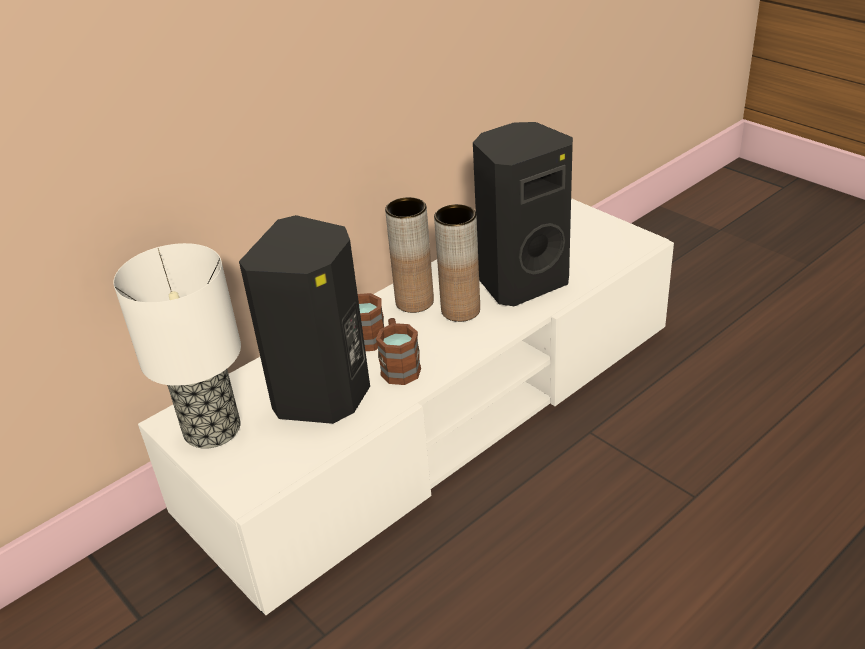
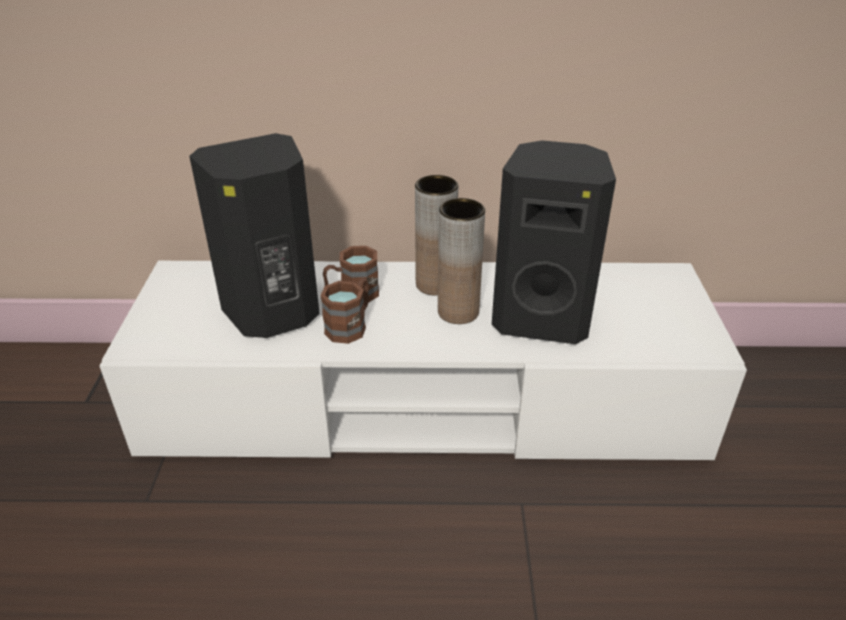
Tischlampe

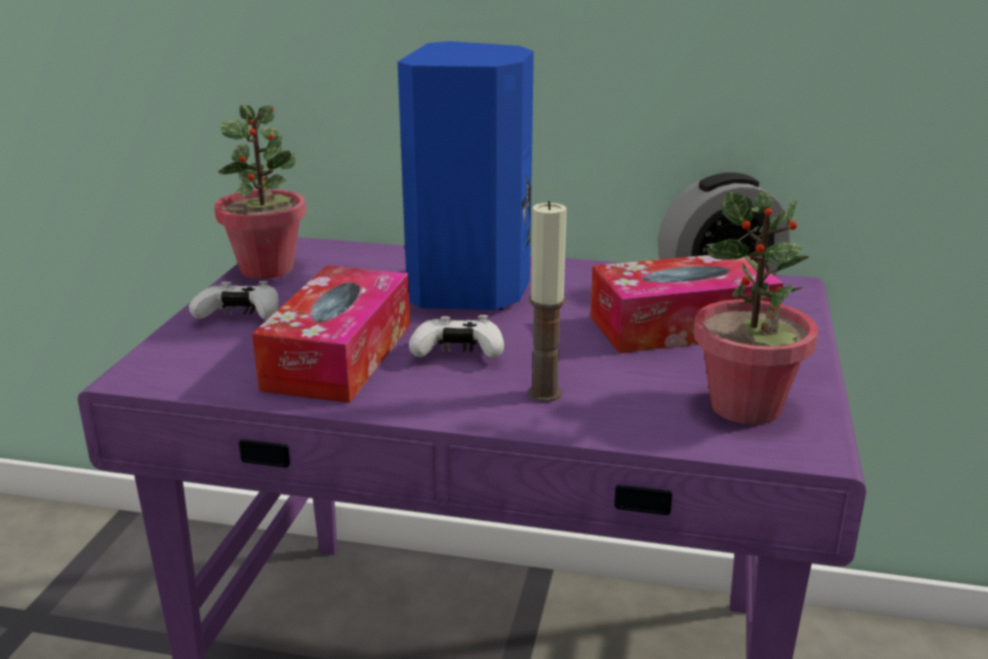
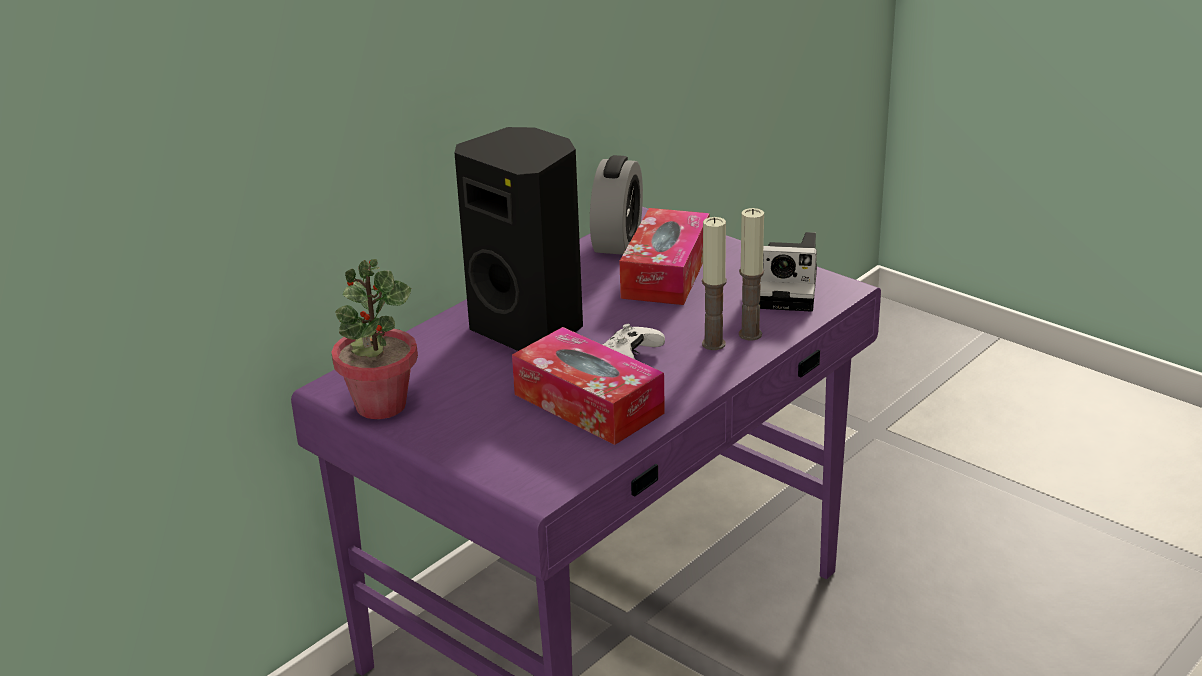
Lautsprecher [schwarz]
Kamera
Gamepad [weiß] (no. 1 from left in the first image)
Kerze (no. 2 from left)

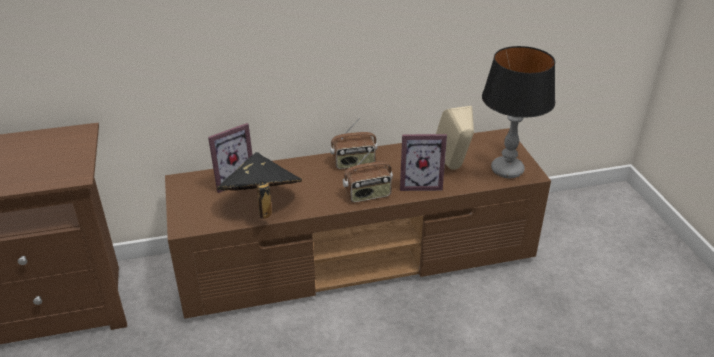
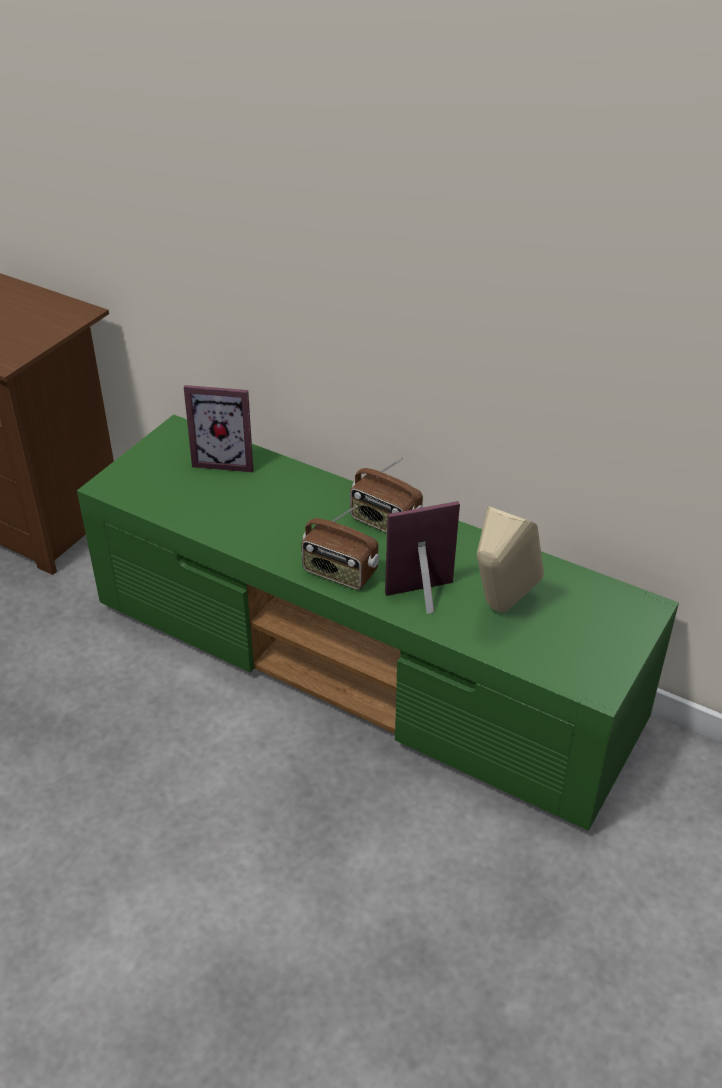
Tischlampe
Fernsehschrank [grün]
Bilderrahmen (no. 2 from left)
Hut [schwarz]

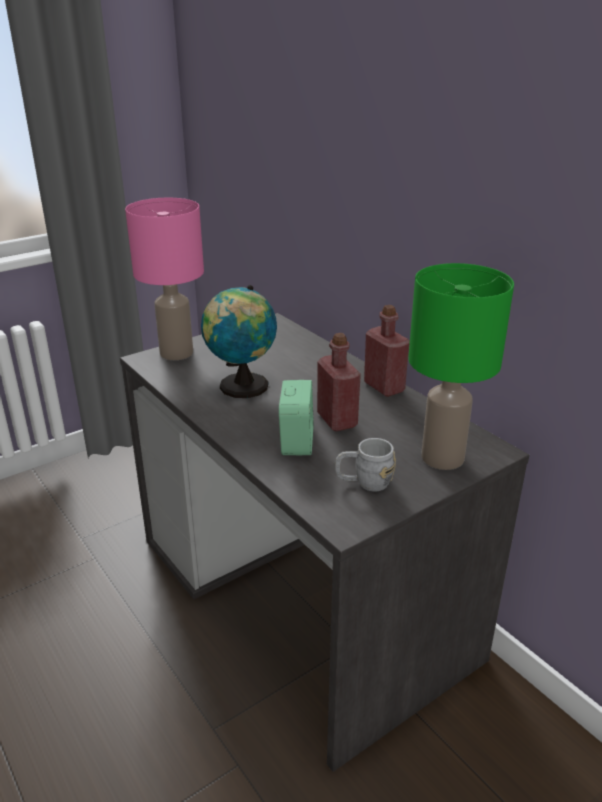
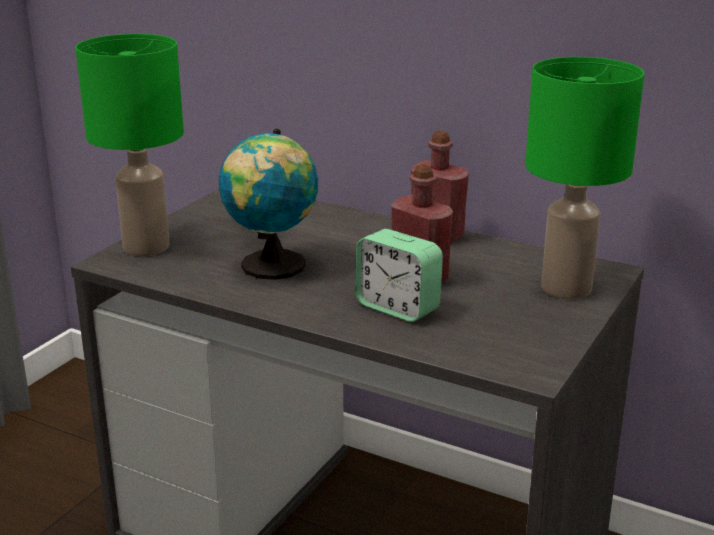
Tischlampe [grün] (no. 1 from left)
Wecker
Henkelbecher [grau]

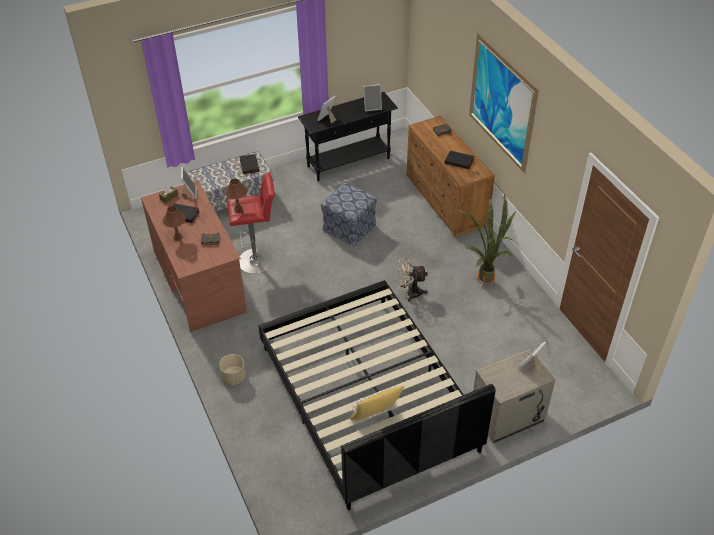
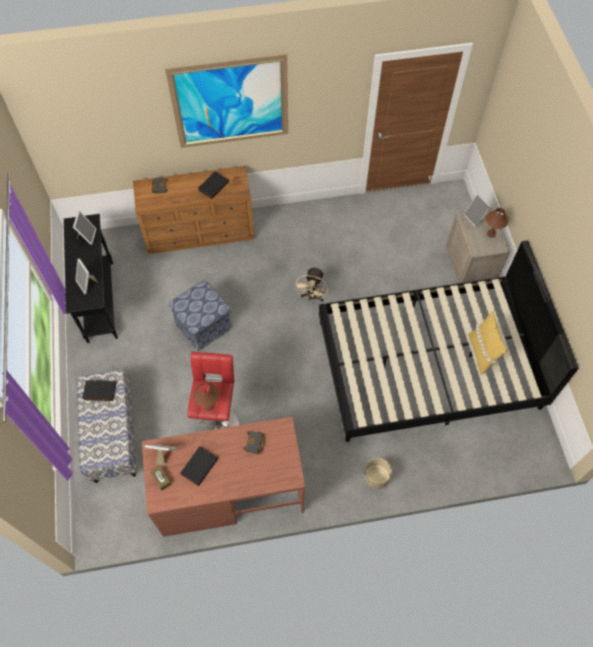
Topfpflanze
Tischlampe [braun] (no. 2 from left)

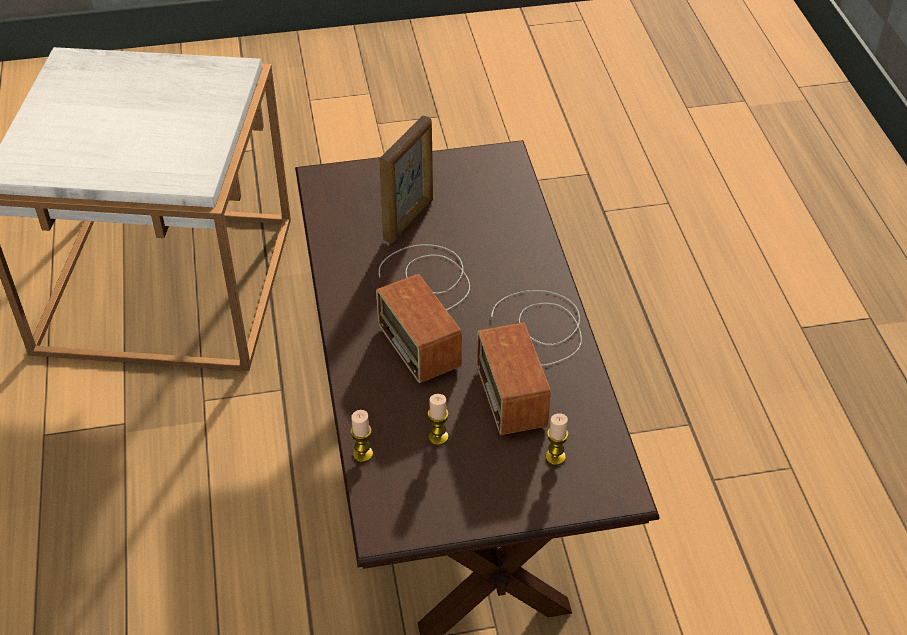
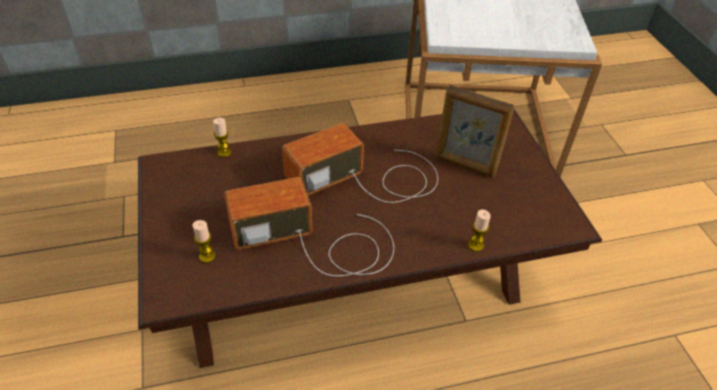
Kerze (no. 3 from left)

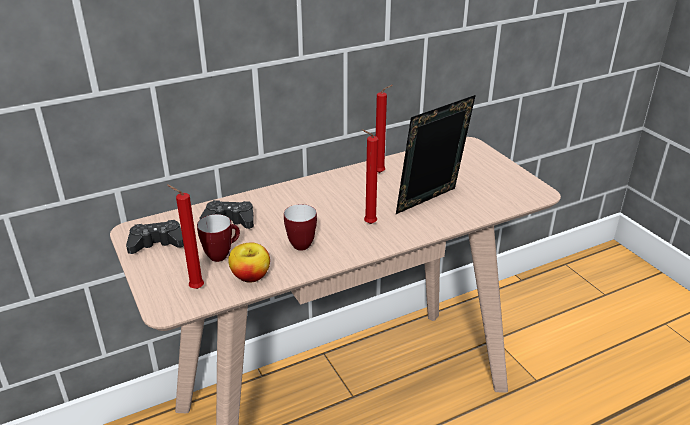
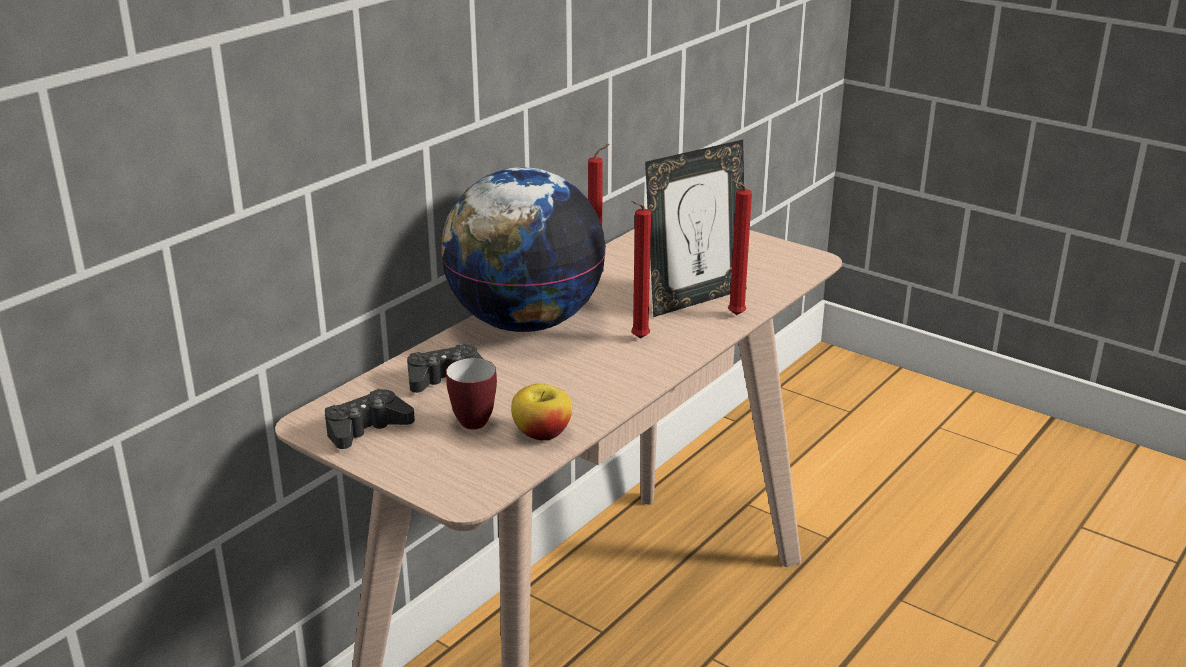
Bilderrahmen
Kerze [rot] (no. 3 from left)
Henkelbecher (no. 2 from left in the first image)
Globus

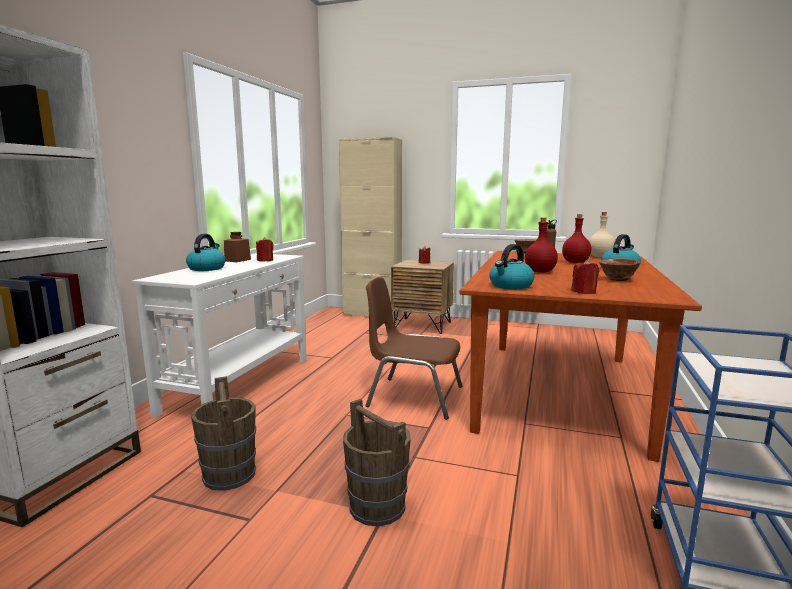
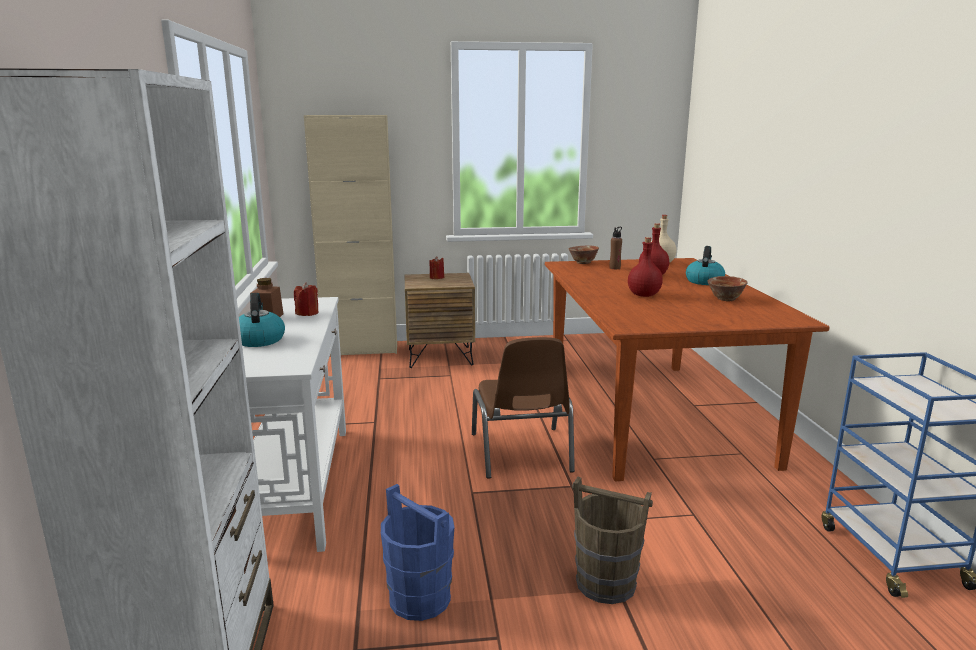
Wasserkessel (no. 2 from left in the first image)
Kerze [rot] (no. 3 from left in the first image)
Stuhl [braun]
Eimer [blau]

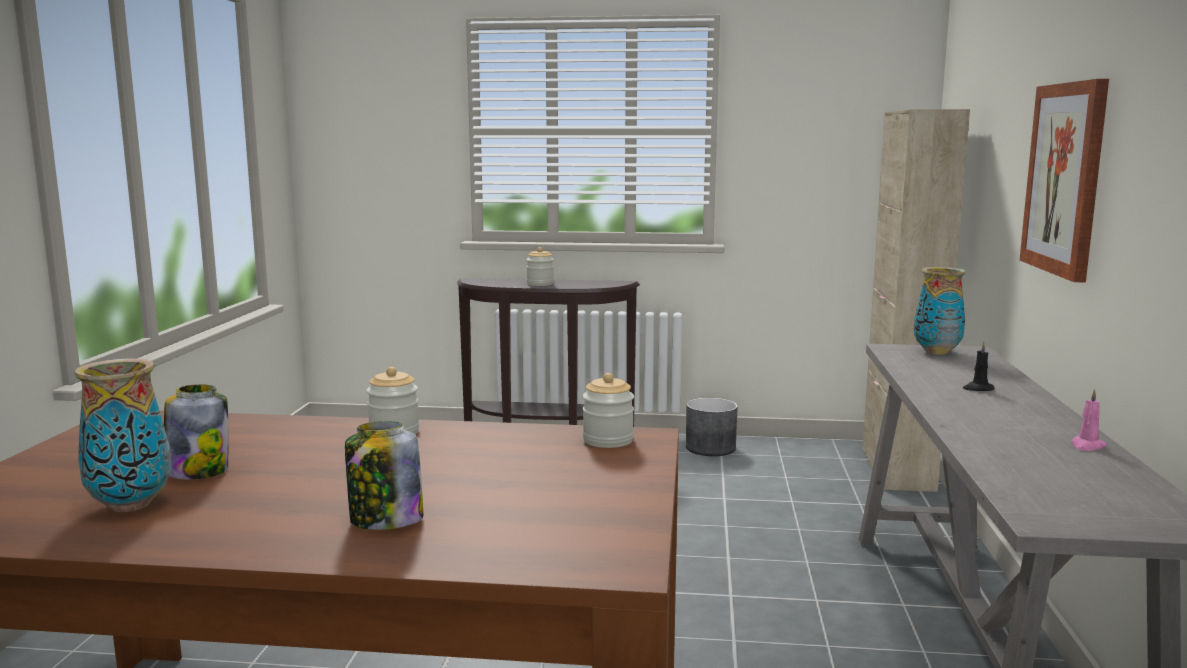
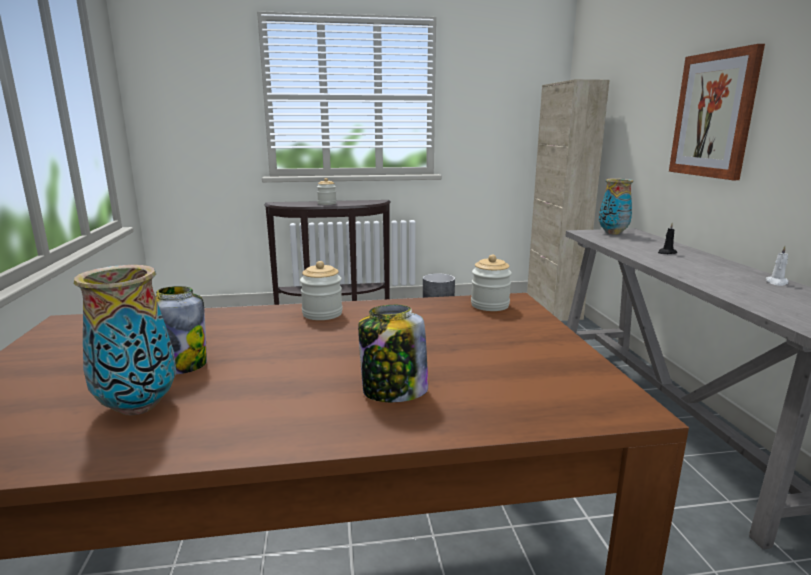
Kerze [weiß]

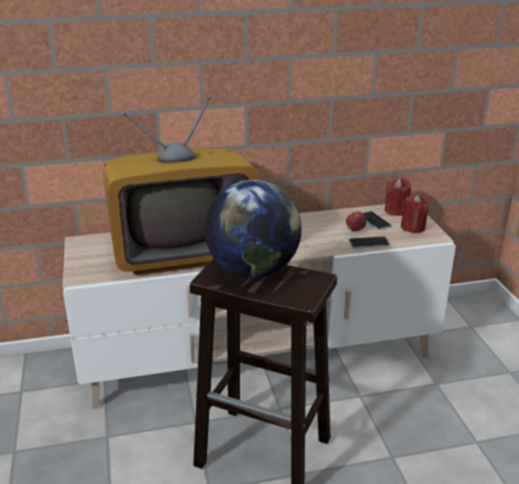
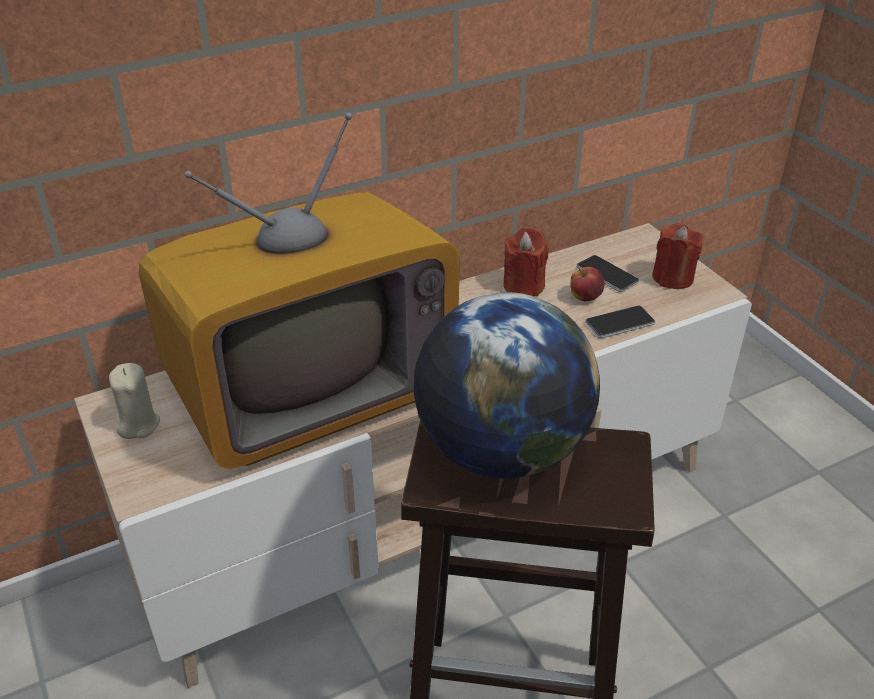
Kerze [rot] (no. 1 from left)
Kerze [beige]

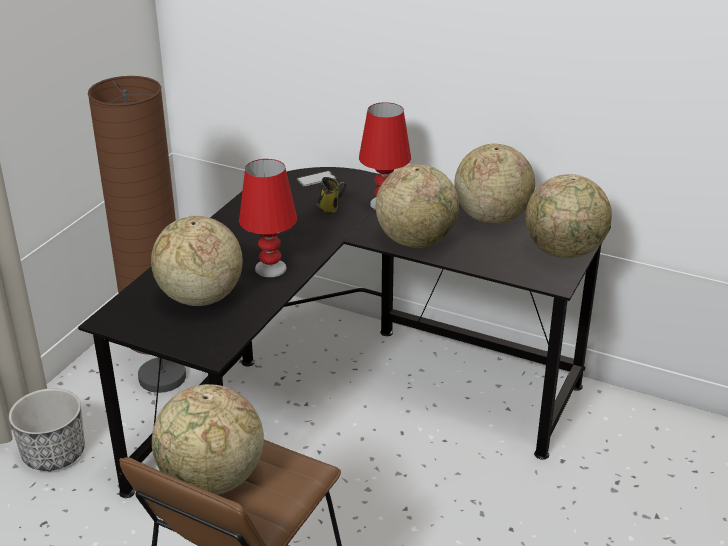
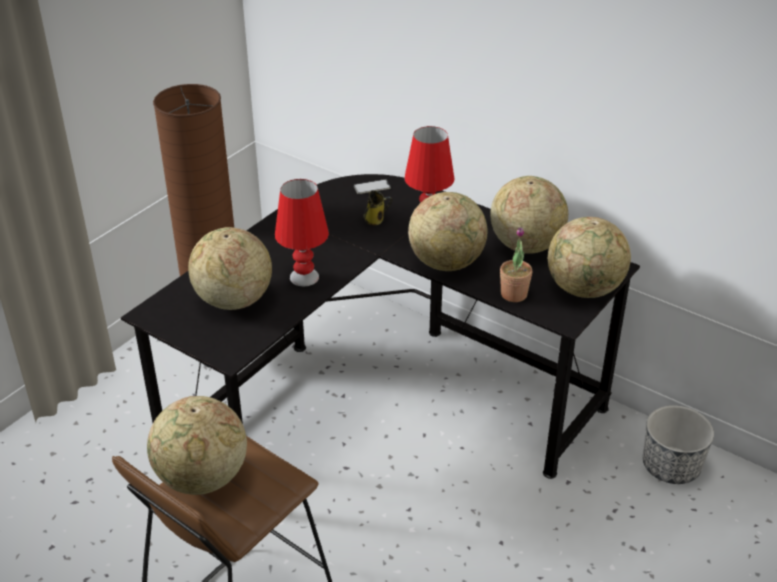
Pflanzkübel
Topfpflanze

